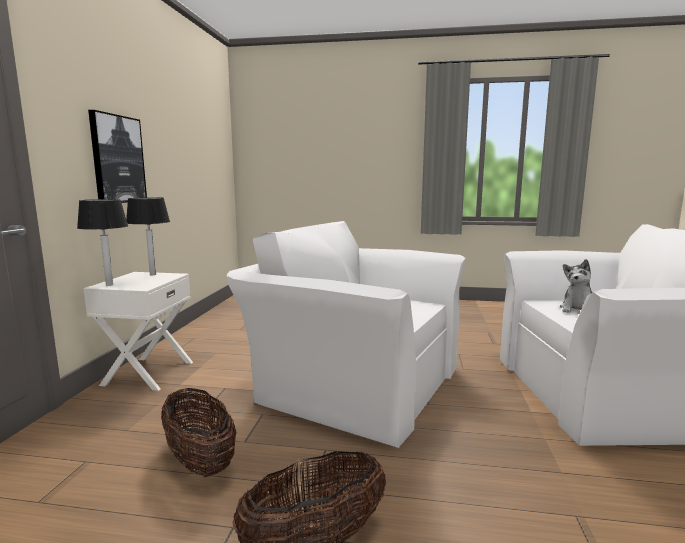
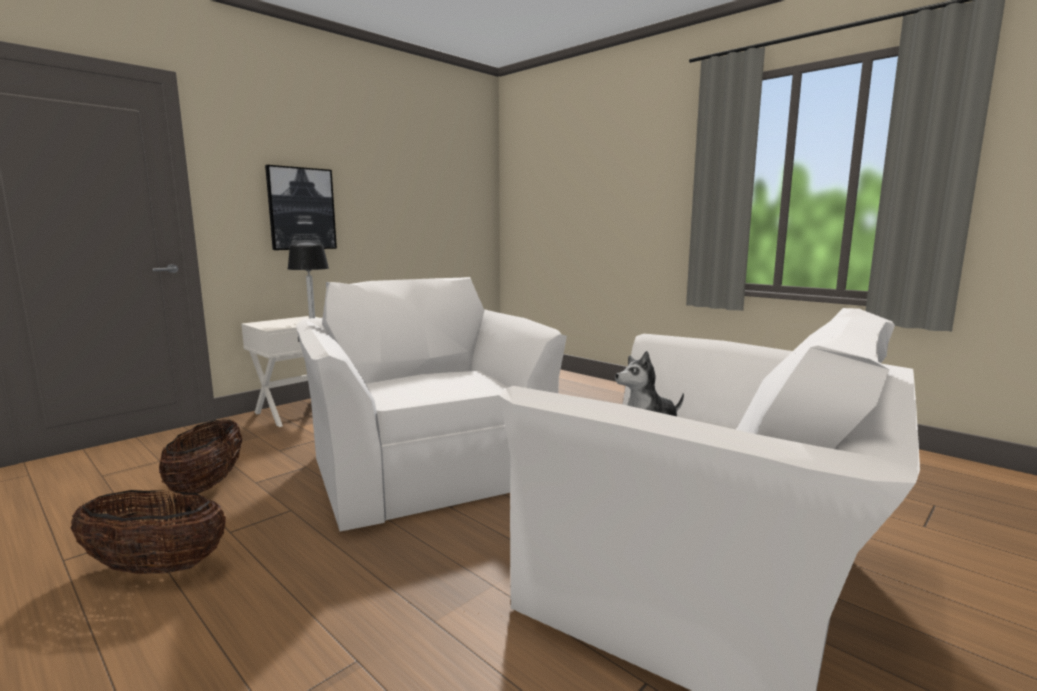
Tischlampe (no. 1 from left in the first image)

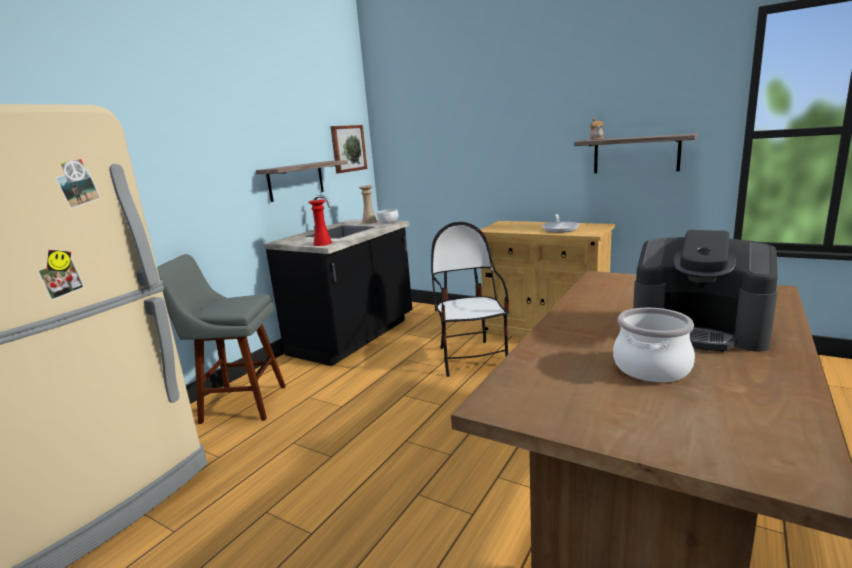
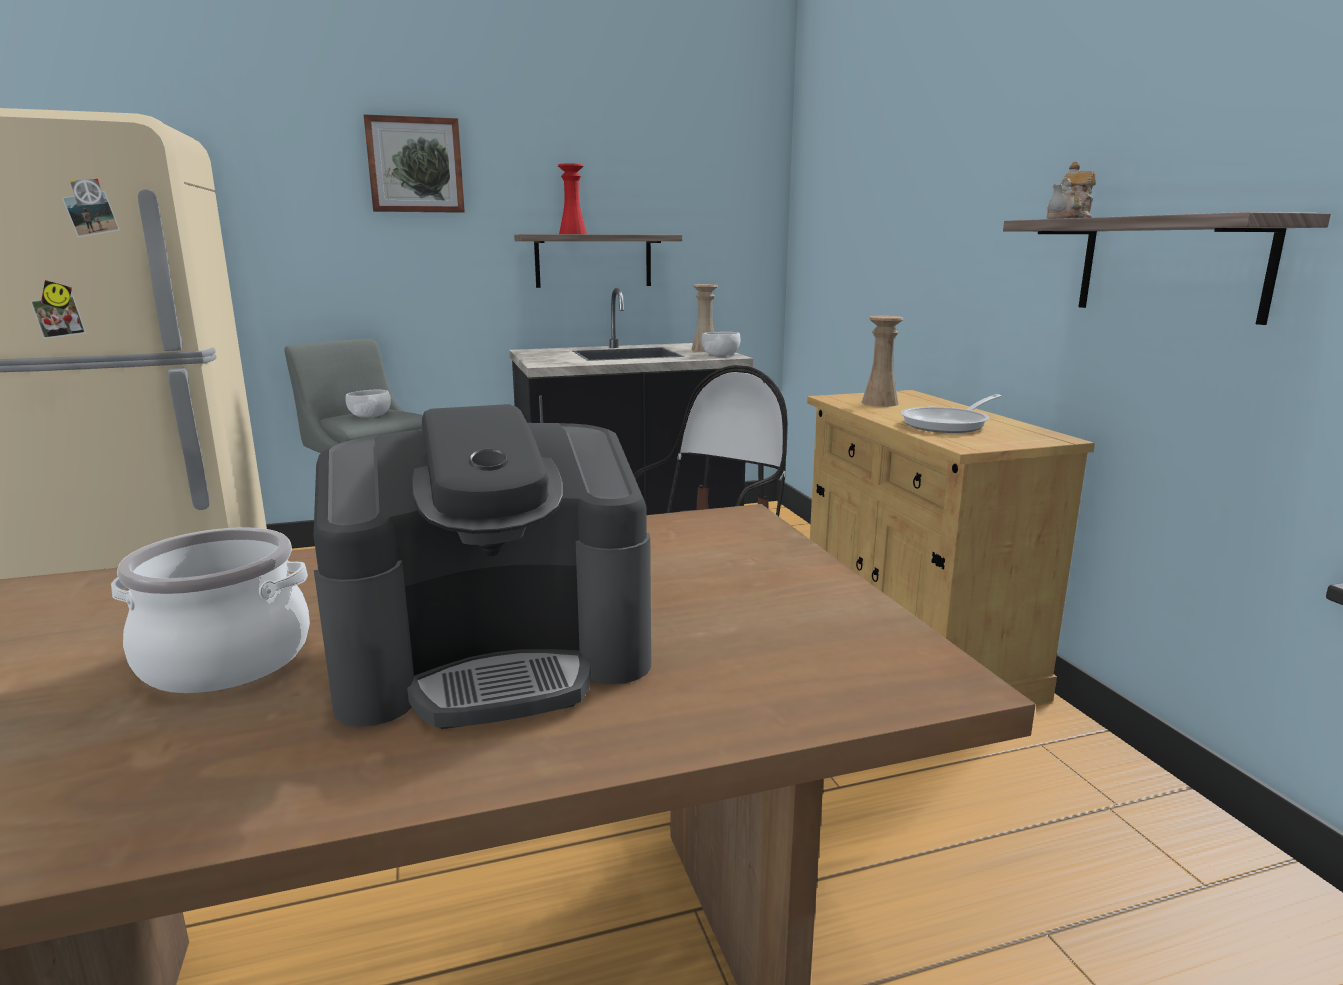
Bild
Vase [rot]
Kaffeemaschine
Vase [beige] (no. 2 from left)
Schüssel [weiß] (no. 1 from left)

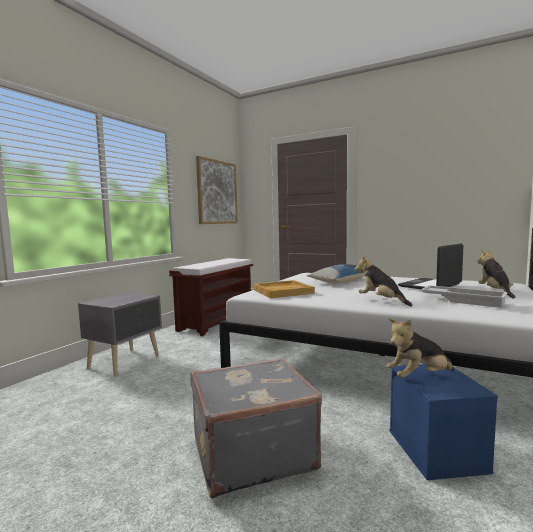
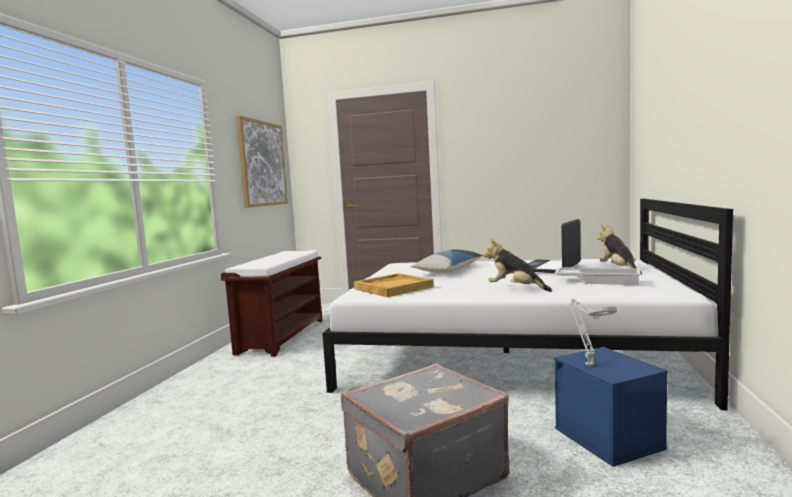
Nachttisch [grau]
Tischlampe [grau]

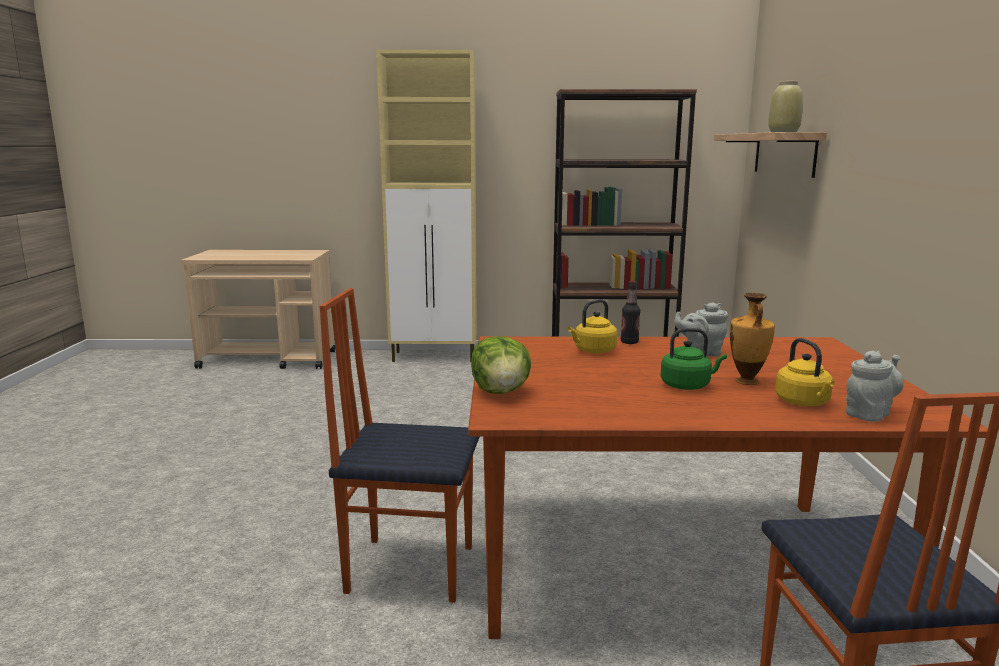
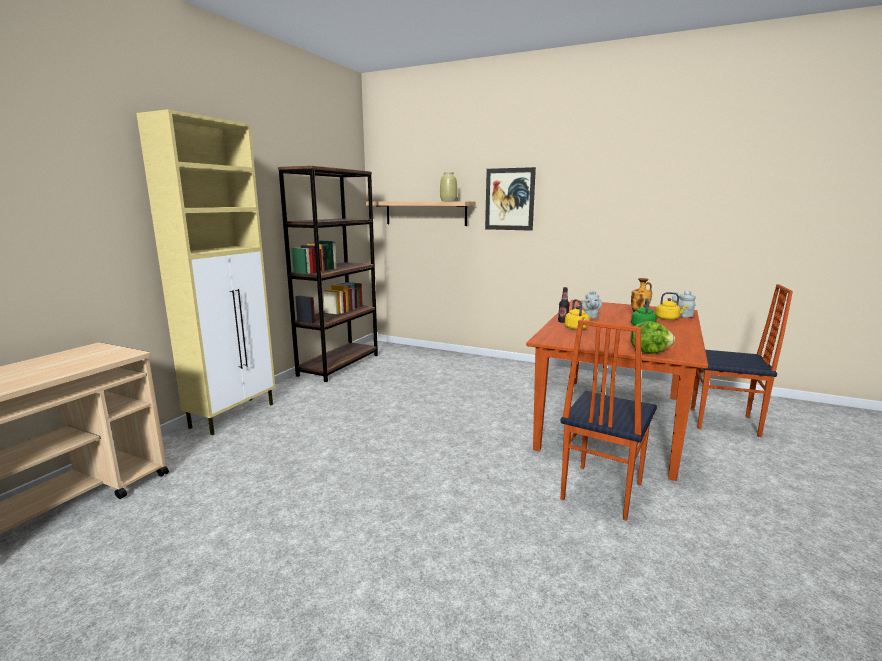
Bild

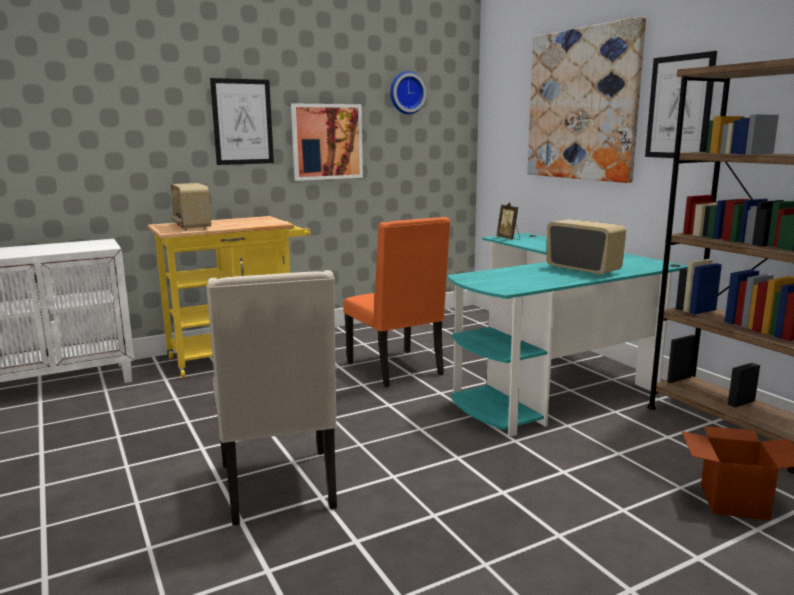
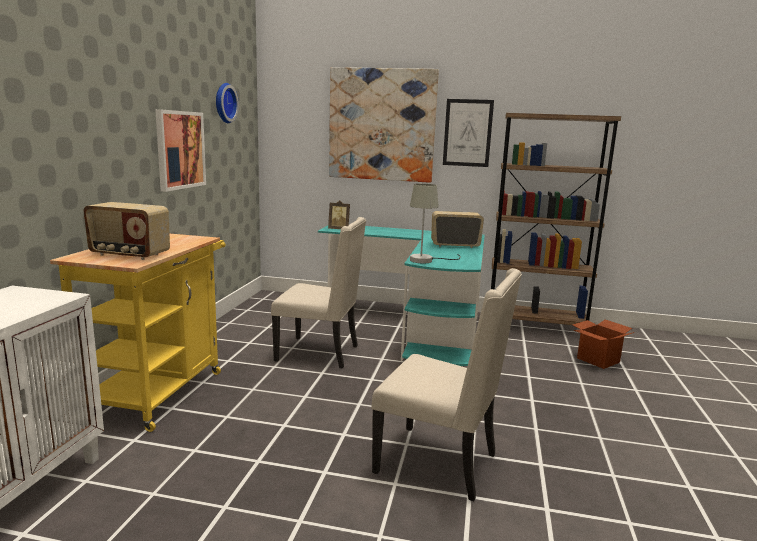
Bild (no. 1 from left in the first image)
Stuhl [beige] (no. 1 from left)
Tischlampe [grau]

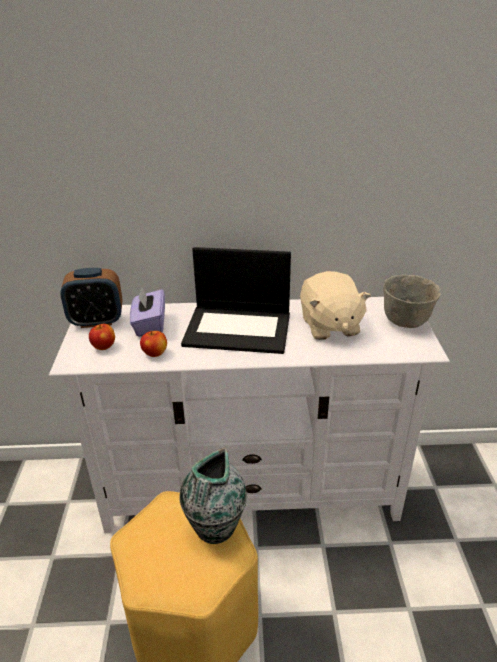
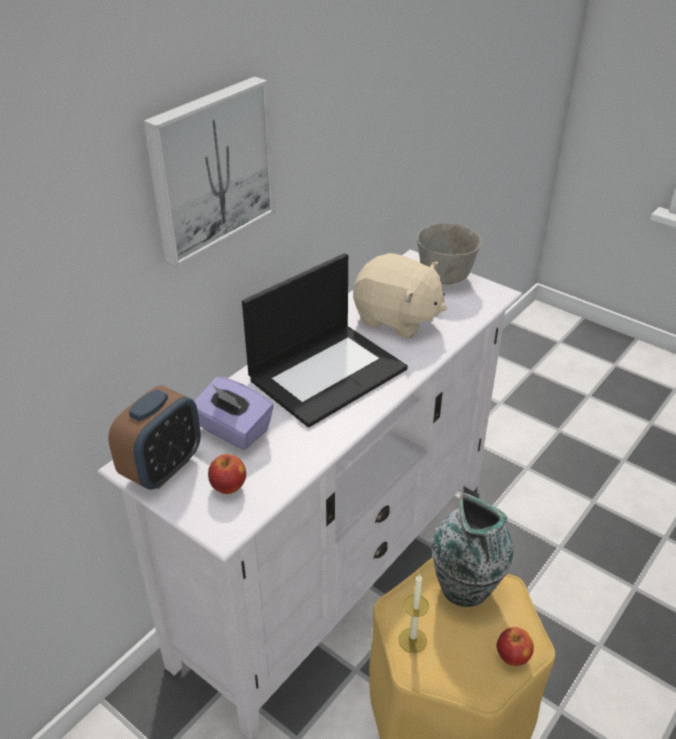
Apfel (no. 2 from left)
Bild
Kerze

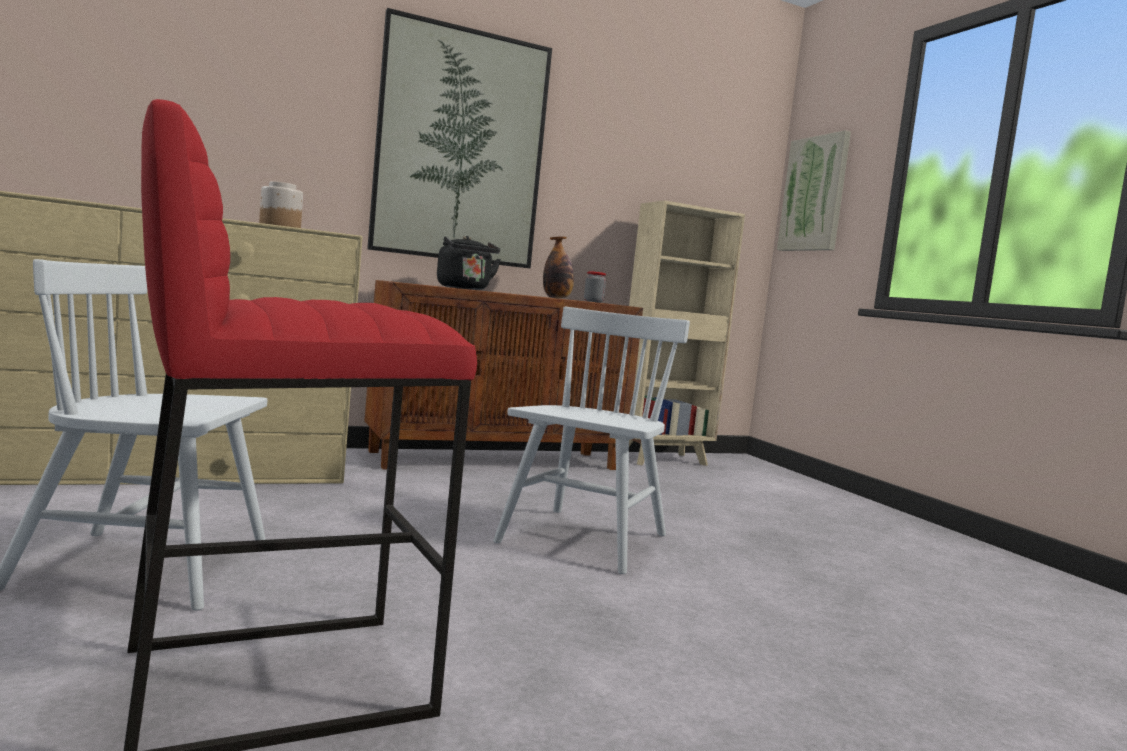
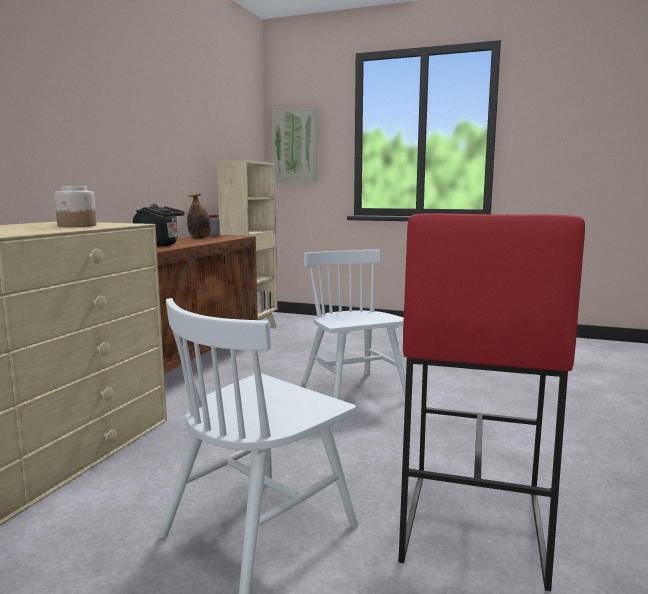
Bild (no. 1 from left in the first image)

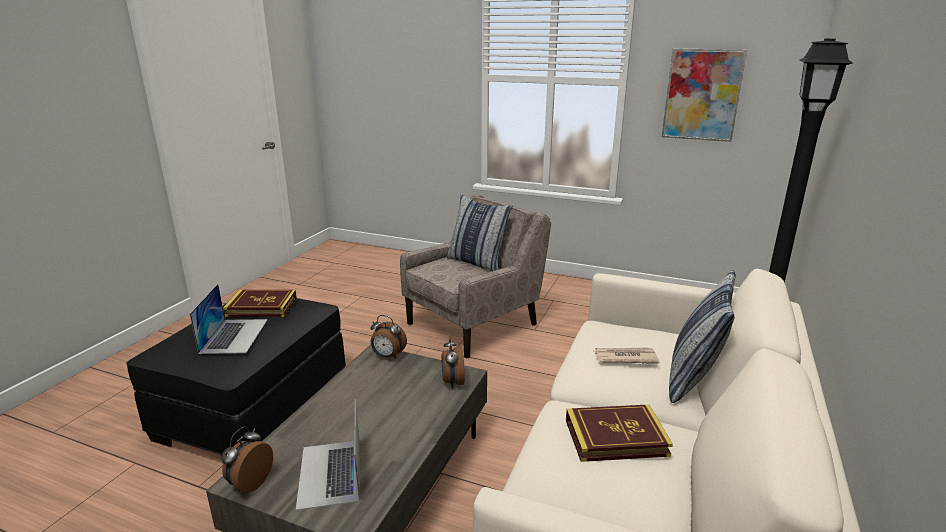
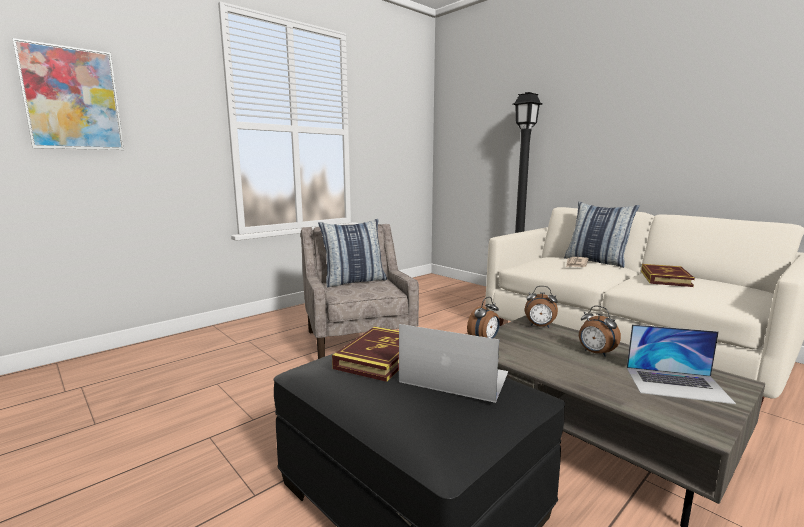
Bild
Wecker (no. 3 from left)

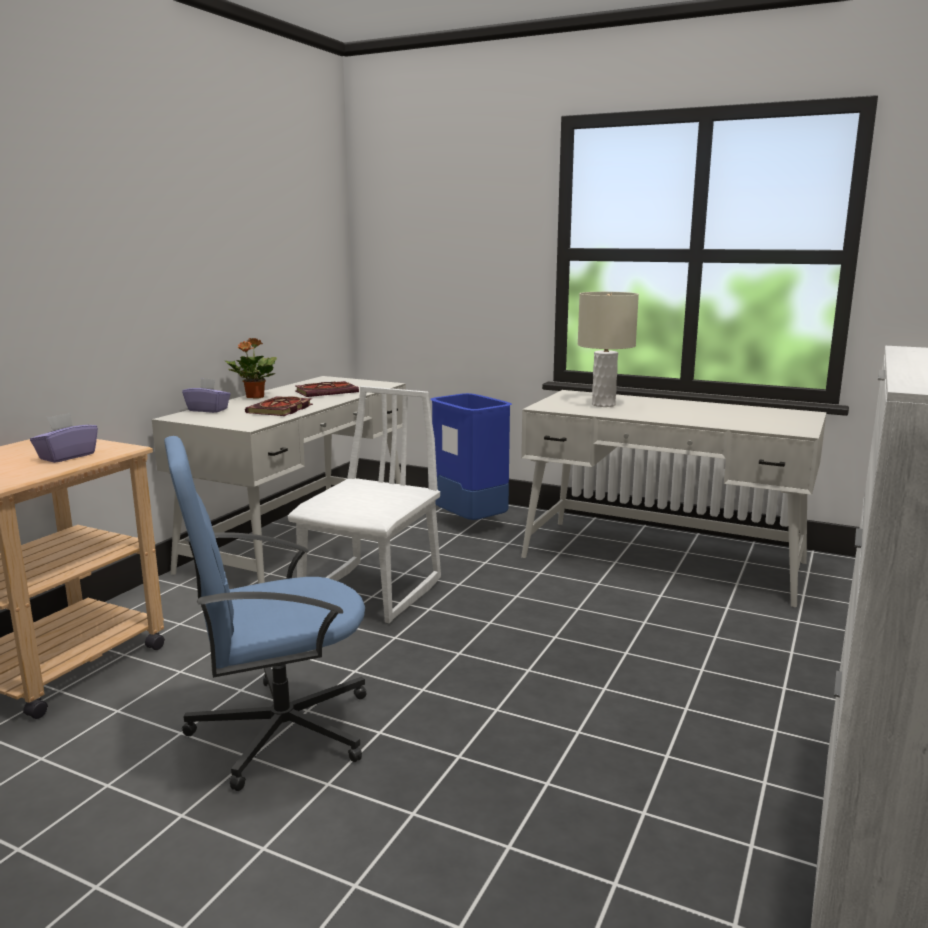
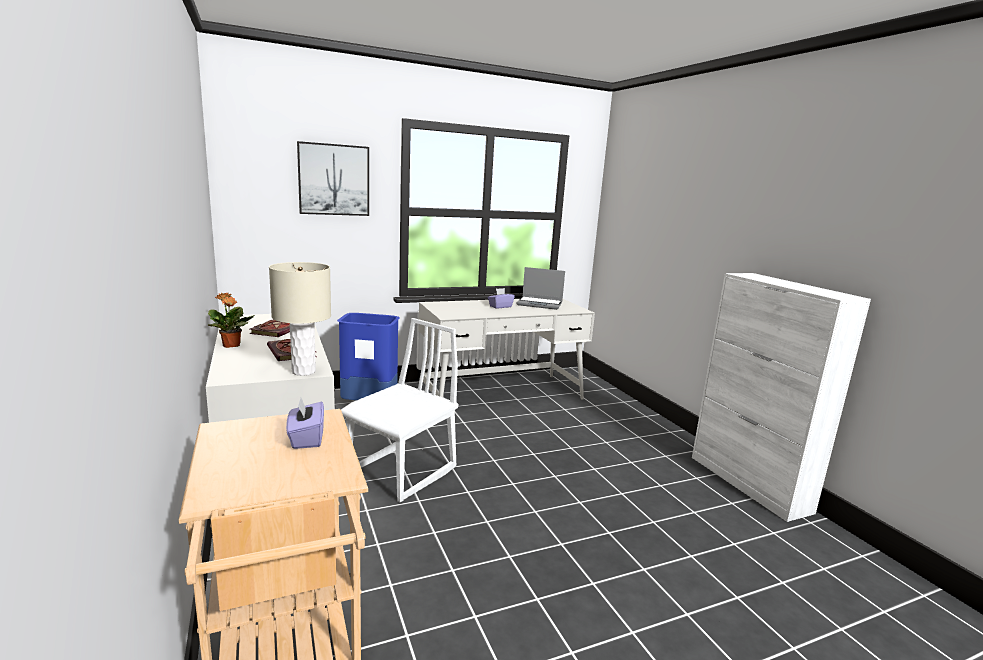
Tischlampe [beige]
Taschentuchbox [lila] (no. 2 from left)
Stuhl [weiß]
Bürostuhl [blau]
Bild
Laptop

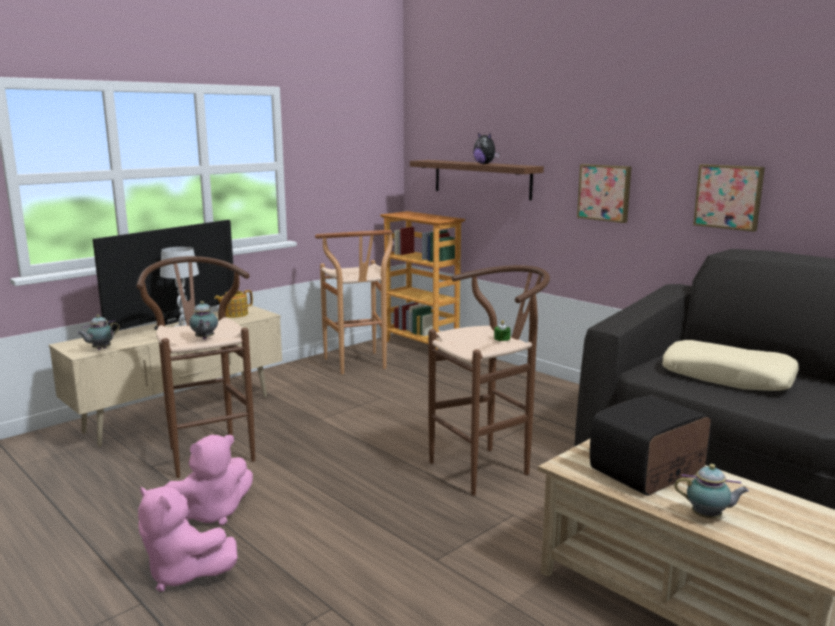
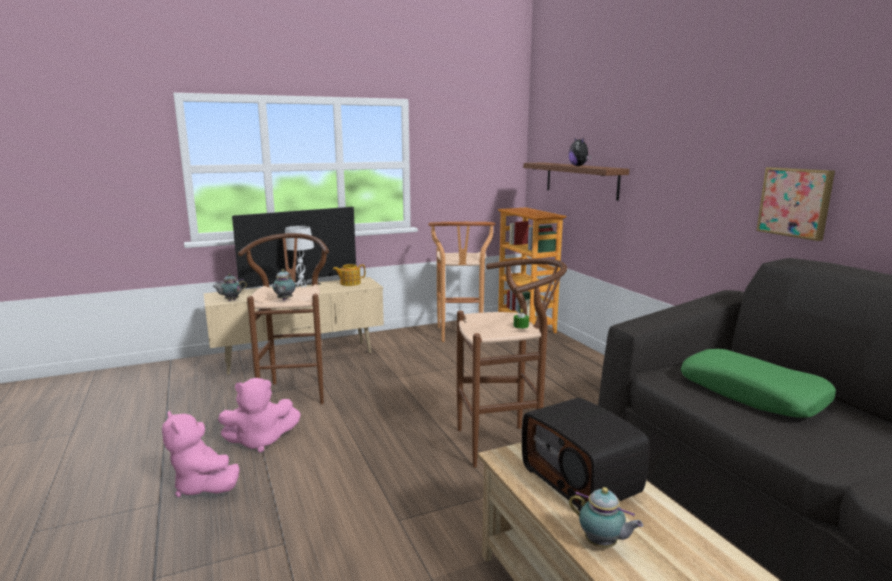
Bild (no. 1 from left in the first image)
Kissen [grün]
Radio

